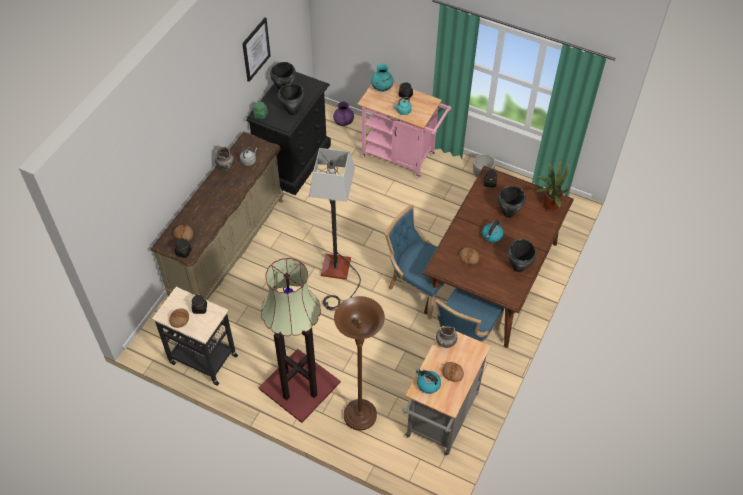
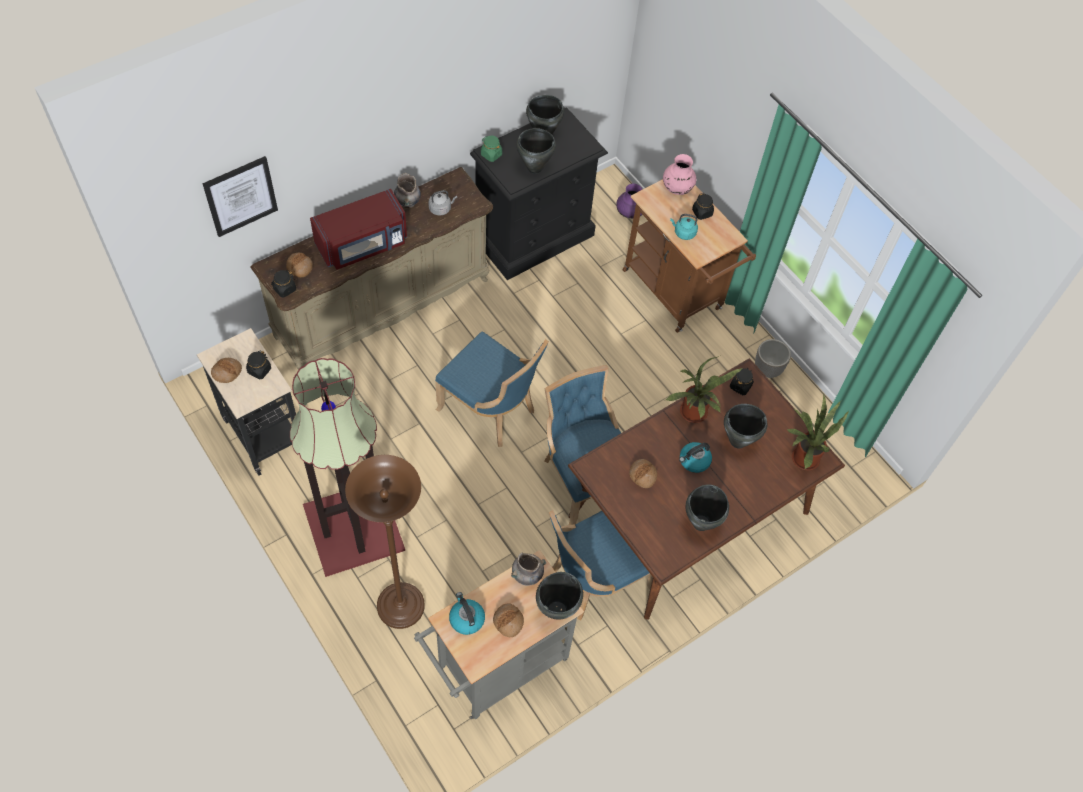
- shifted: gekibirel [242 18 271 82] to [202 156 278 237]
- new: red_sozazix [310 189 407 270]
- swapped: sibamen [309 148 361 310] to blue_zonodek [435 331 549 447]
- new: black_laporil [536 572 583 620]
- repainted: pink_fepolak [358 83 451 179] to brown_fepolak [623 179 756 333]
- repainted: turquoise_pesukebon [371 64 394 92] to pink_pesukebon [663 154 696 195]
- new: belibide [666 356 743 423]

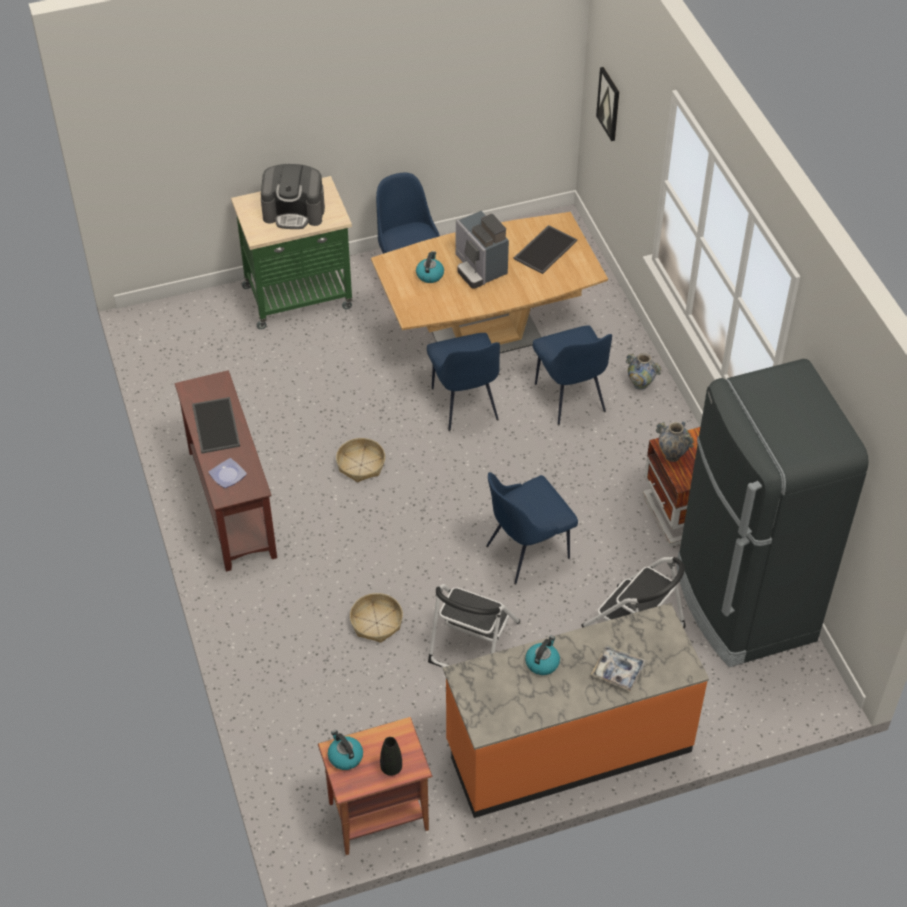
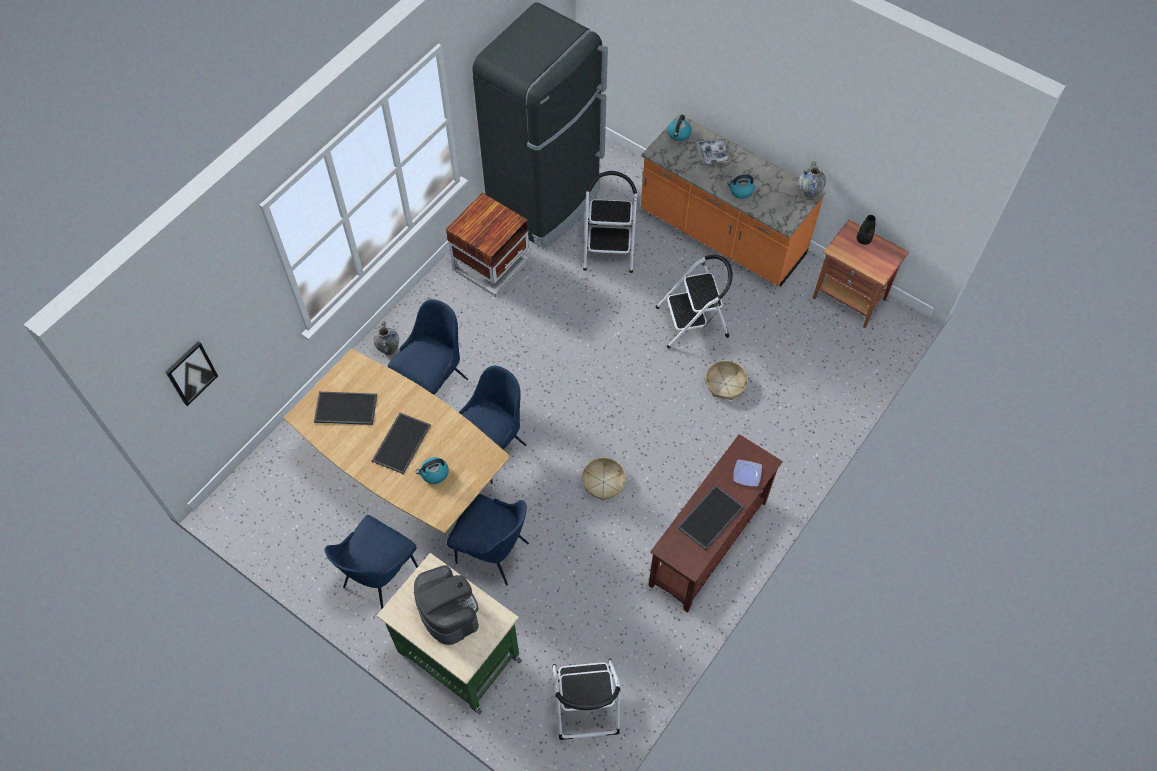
- swapped: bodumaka [456 211 509 289] to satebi [372 413 431 474]
- shifted: blue_zonodek [486 472 578 585] to [447 494 529 585]
- new: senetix [552 659 621 740]
- shifted: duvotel [328 730 363 770] to [667 115 692 141]
- shifted: pesukebon [656 421 694 462] to [799 160 826 199]

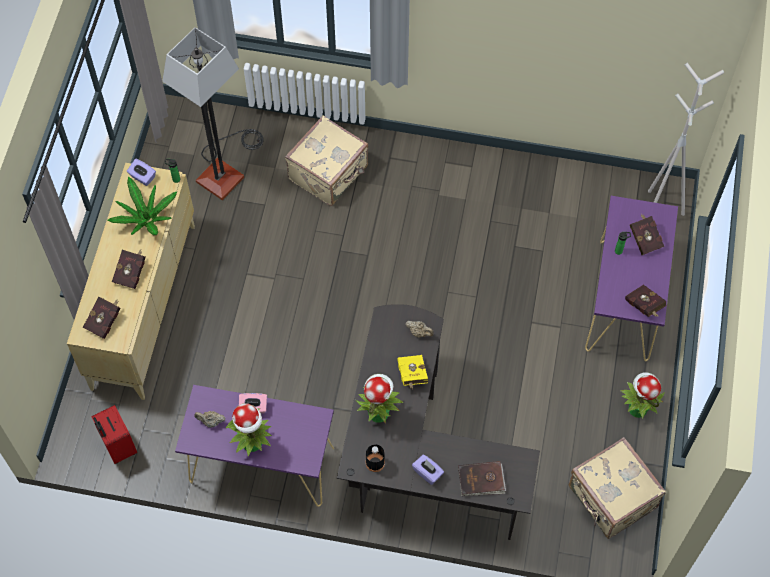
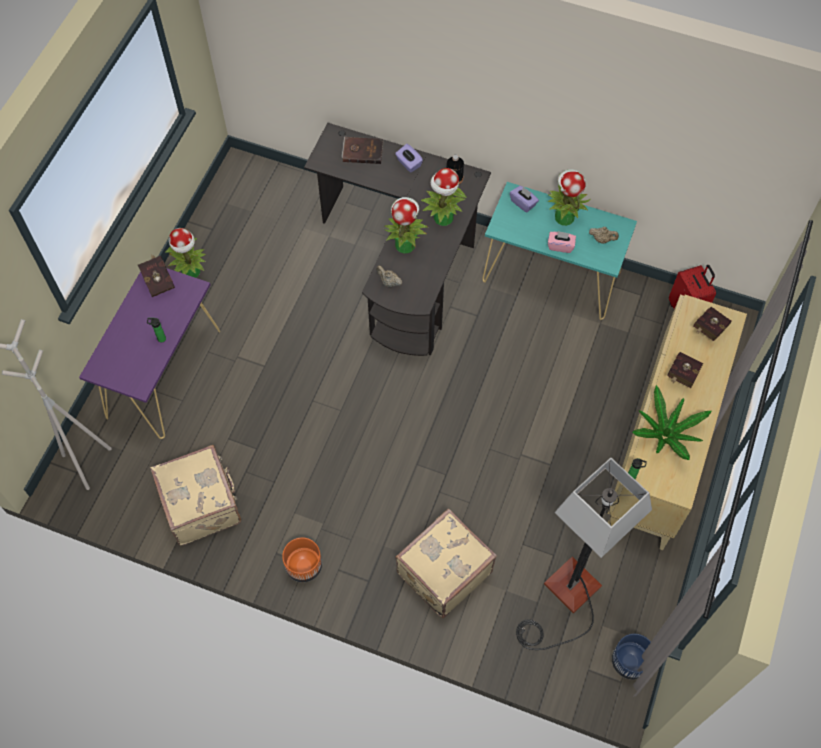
- shifted: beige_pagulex [569 437 666 539] to [150 445 241 545]
- new: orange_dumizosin [282 538 322 582]
- swapped: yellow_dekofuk [398 355 428 389] to belibide [384 197 429 254]
- repainted: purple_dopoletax [175 385 334 507] to turquoise_dopoletax [483 182 637 320]
- shifted: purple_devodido [127 159 156 186] to [510 186 539 213]
- new: blue_dumizosin [612 634 651 680]
- gone: red_dekofuk [630 213 664 255]

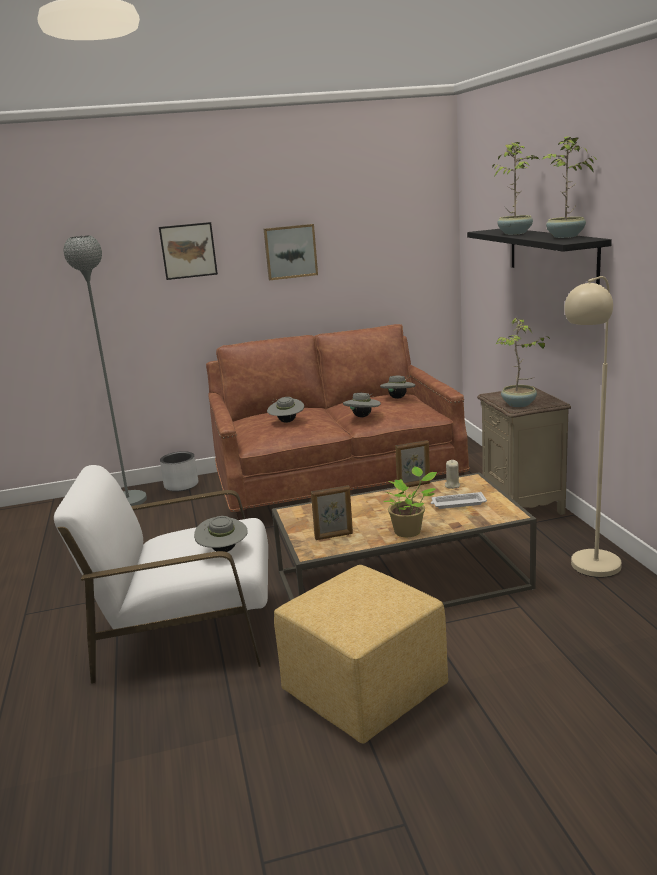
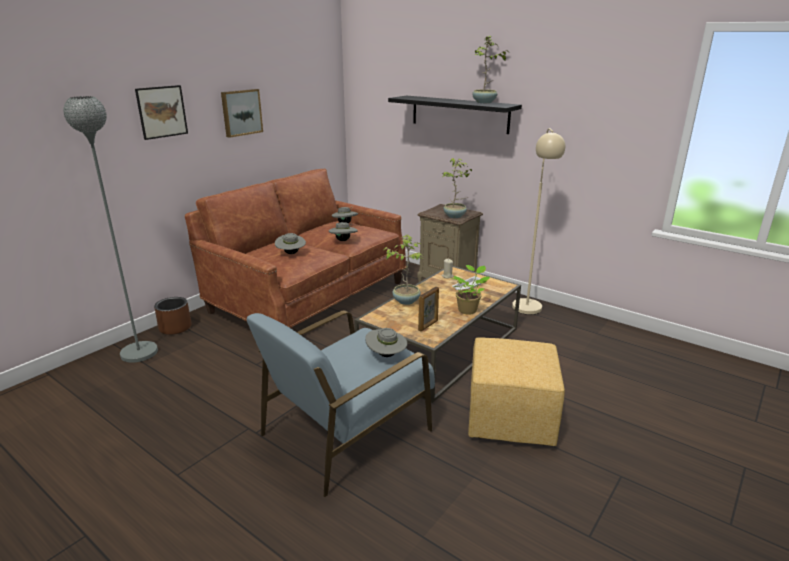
- repainted: grey_dumizosin [160 451 198 492] to brown_dumizosin [154 297 192 335]
- repainted: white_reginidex [54 465 268 684] to blue_reginidex [247 310 435 497]
- shifted: belibide [492 142 539 235] to [383 235 423 305]
- gone: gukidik [395 440 430 487]

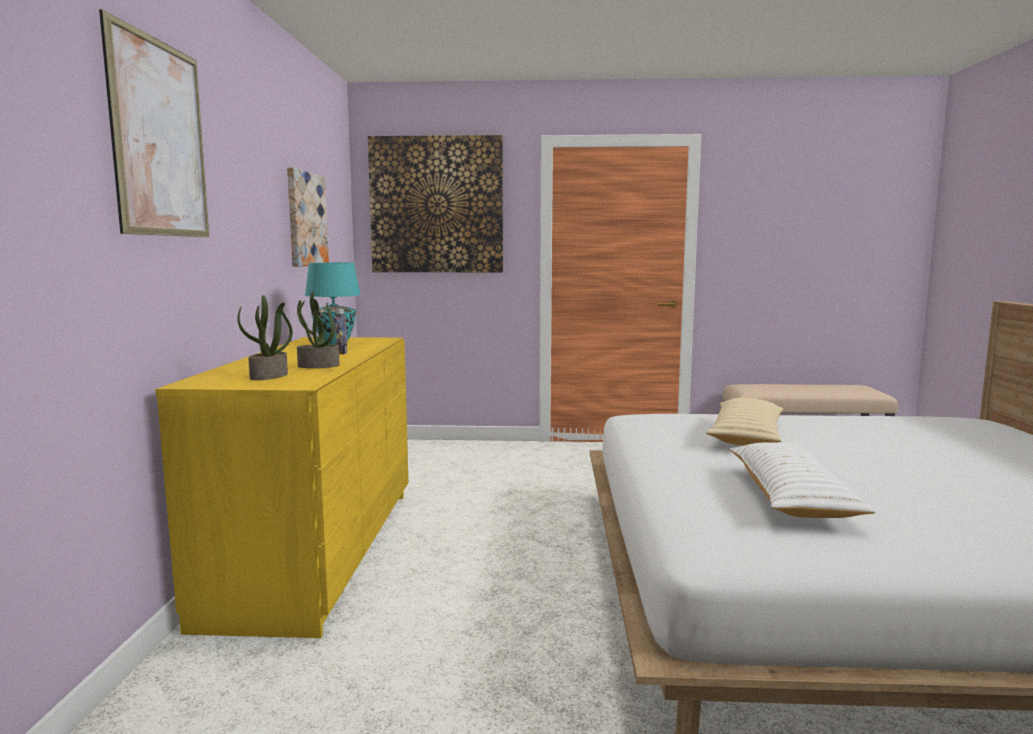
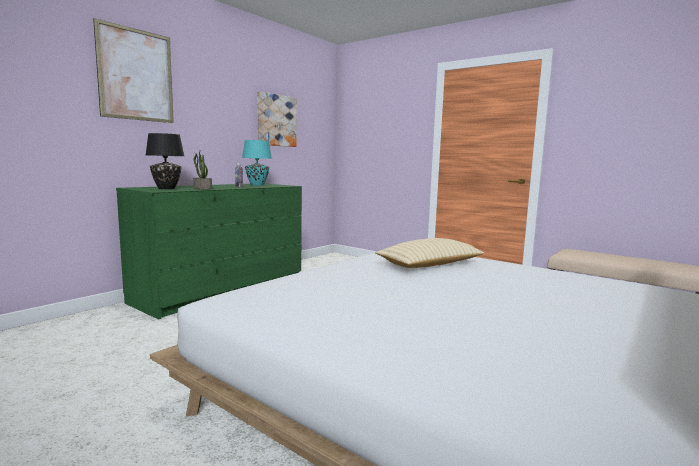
- repainted: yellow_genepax [155 337 408 638] to green_genepax [116 183 302 320]
- swapped: belibide [237 295 293 380] to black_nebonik [146 133 184 189]
- gone: gekibirel [368 135 503 272]
- gone: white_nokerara [730 442 876 518]

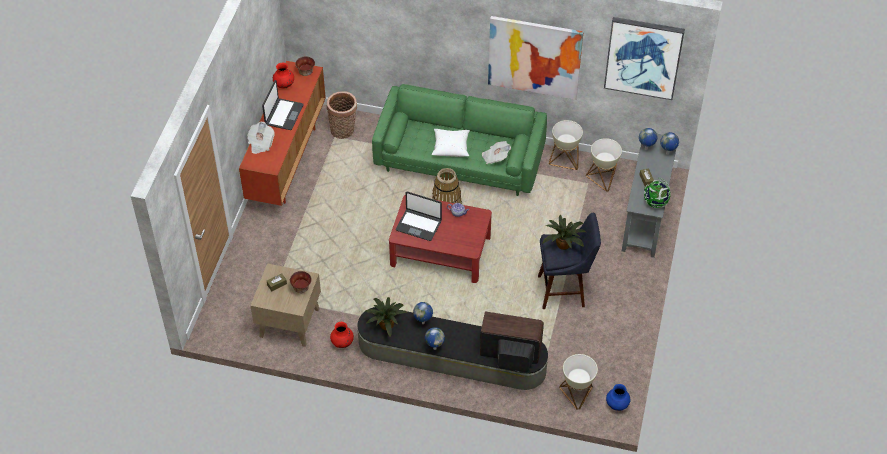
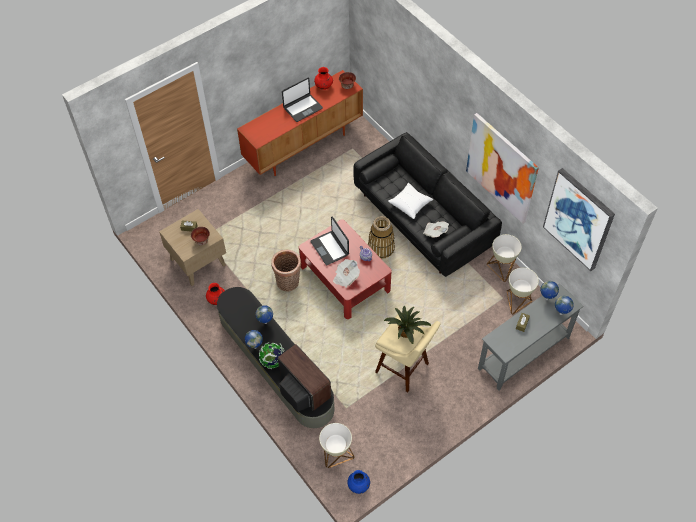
- shifted: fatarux [644 178 671 208] to [259 342 285 369]
- shifted: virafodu [327 91 357 139] to [271 250 301 292]
- shifted: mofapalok [247 122 275 154] to [333 259 360 288]
- repainted: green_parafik [372 84 547 196] to black_parafik [353 132 502 277]
- repainted: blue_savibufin [538 213 601 309] to beige_savibufin [375 315 441 392]
- gone: belibide [364 297 407 337]

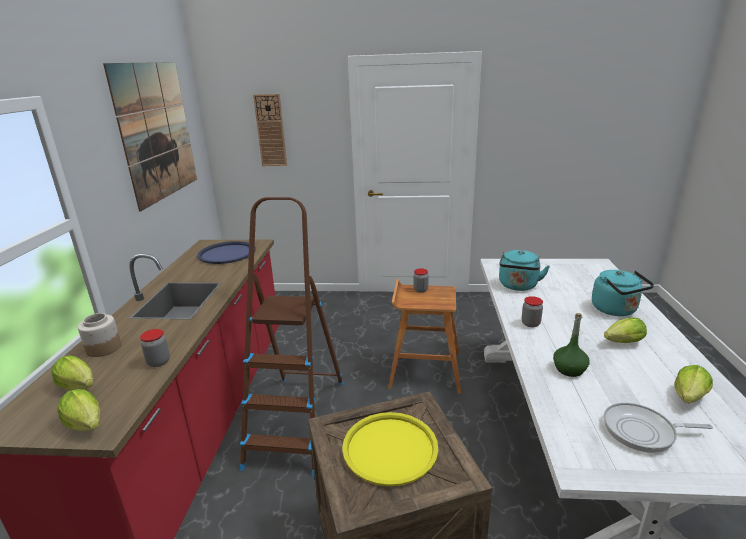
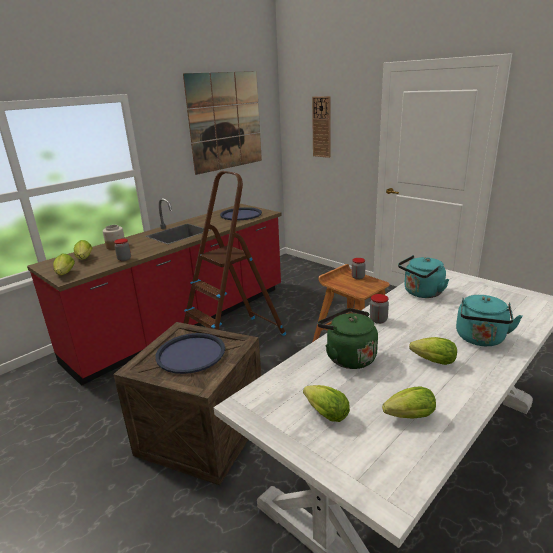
- repainted: yellow_satebi [342 412 438 486] to blue_satebi [155 333 225 374]
- swapped: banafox [604 403 713 453] to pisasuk [303 385 350 422]
- swapped: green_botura [553 313 590 377] to green_duvotel [318 308 378 369]

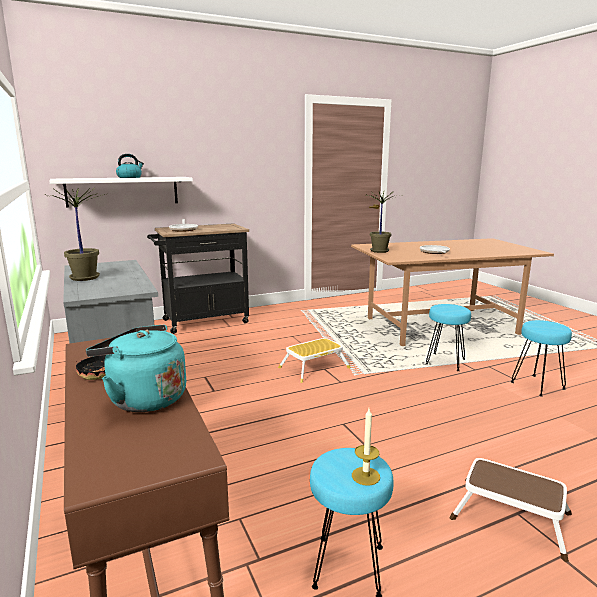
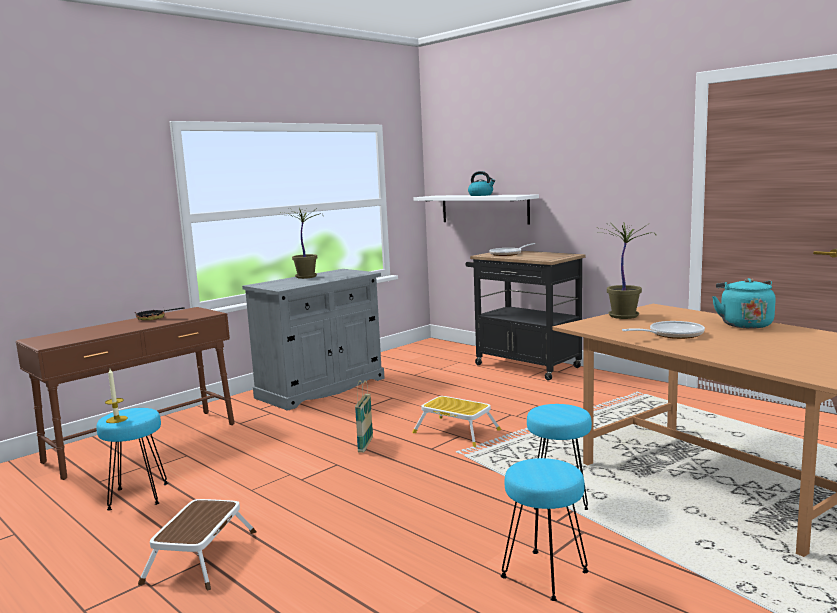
- new: virafodu [355 380 373 453]
- shifted: turquoise_duvotel [86 324 186 412] to [712 278 776 329]

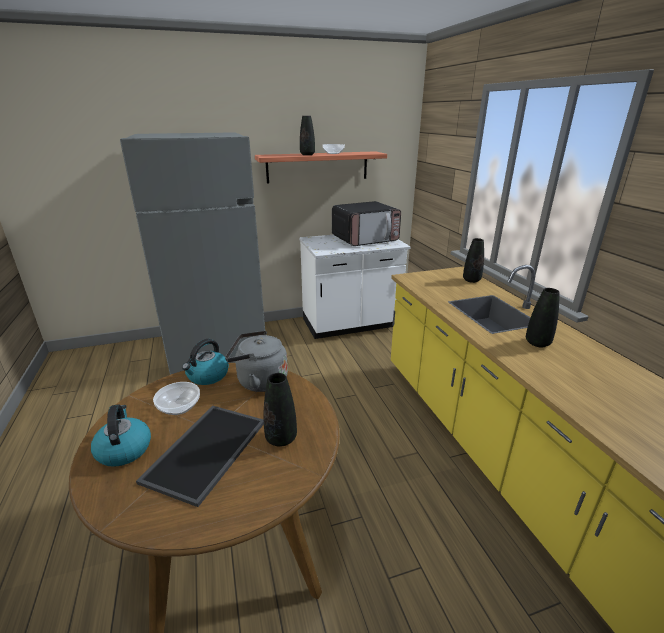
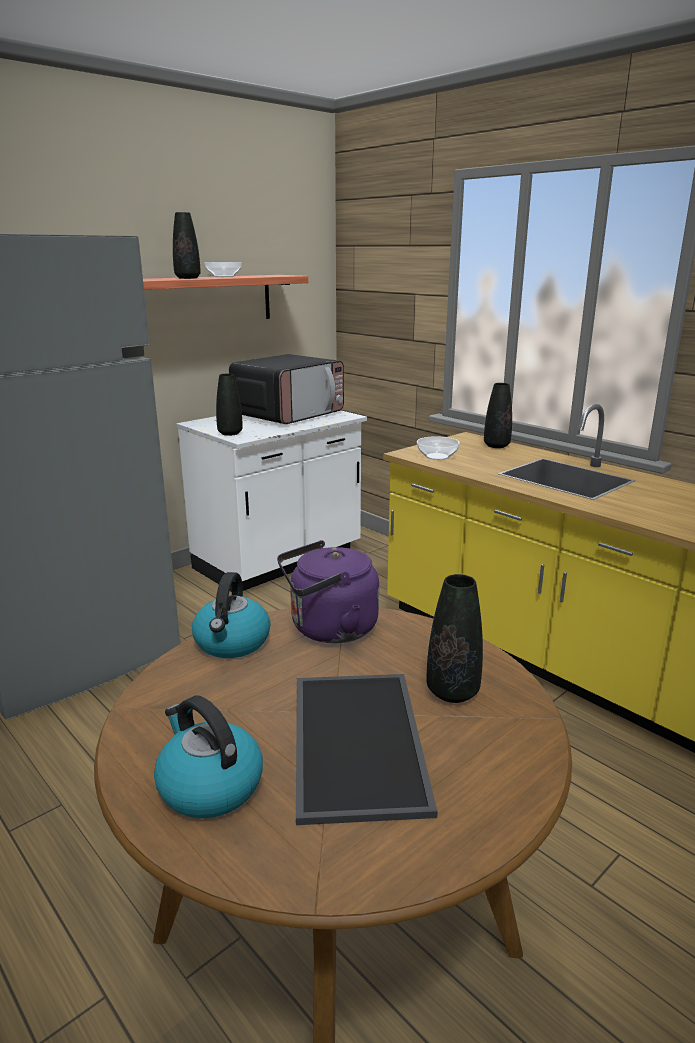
- shifted: black_pesukebon [526 288 560 347] to [216 374 243 436]
- repainted: grey_duvotel [225 331 288 392] to purple_duvotel [277 540 379 643]
- shifted: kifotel [153 382 200 415] to [417 436 460 460]

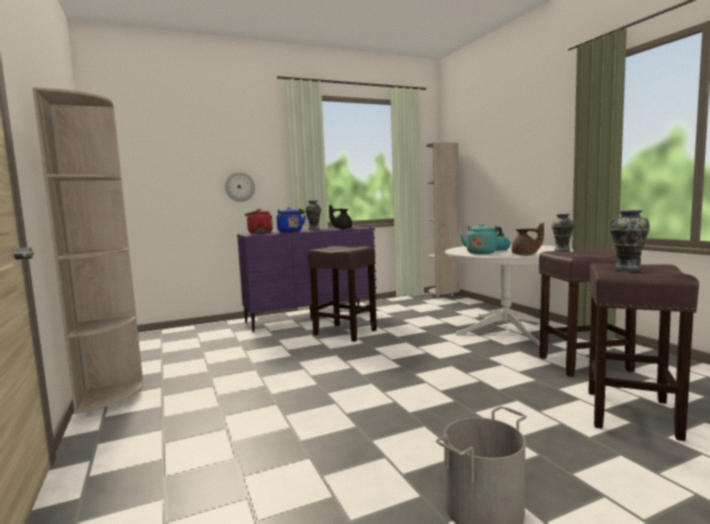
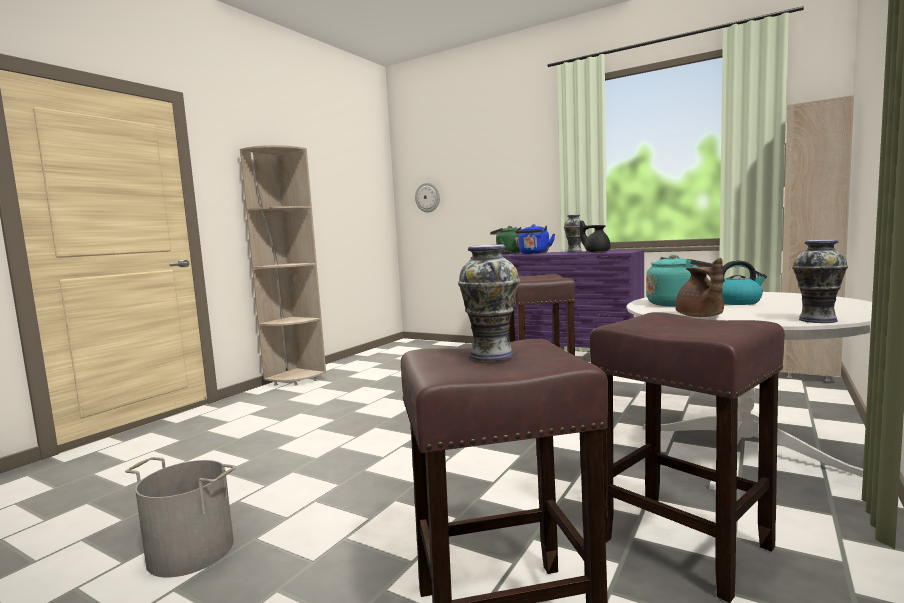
- shifted: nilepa [225 172 255 202] to [415 182 440 212]
- repainted: red_duvotel [245 208 273 234] to green_duvotel [490 226 521 254]

